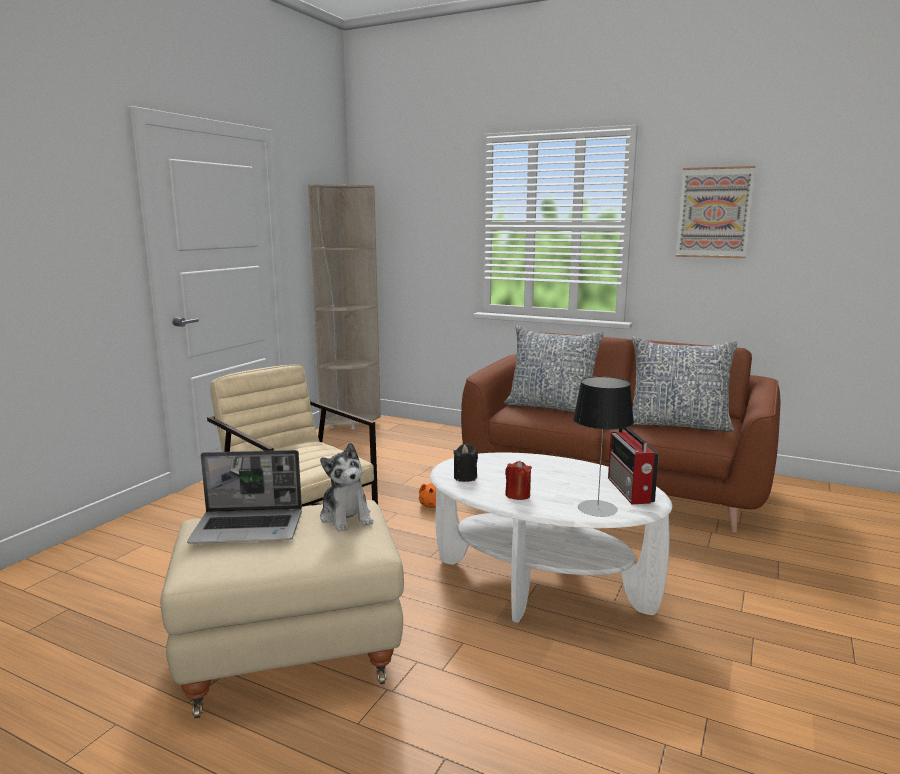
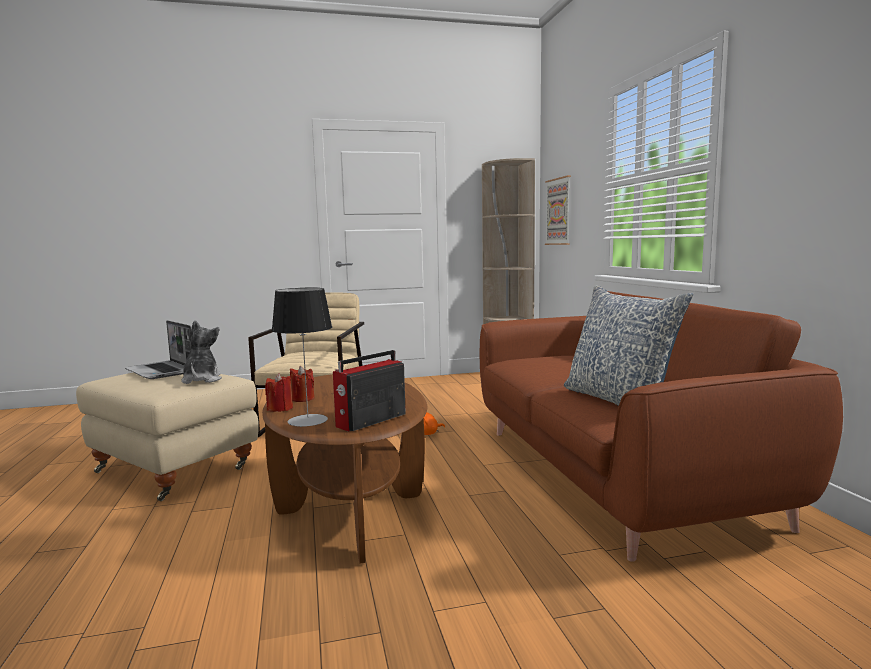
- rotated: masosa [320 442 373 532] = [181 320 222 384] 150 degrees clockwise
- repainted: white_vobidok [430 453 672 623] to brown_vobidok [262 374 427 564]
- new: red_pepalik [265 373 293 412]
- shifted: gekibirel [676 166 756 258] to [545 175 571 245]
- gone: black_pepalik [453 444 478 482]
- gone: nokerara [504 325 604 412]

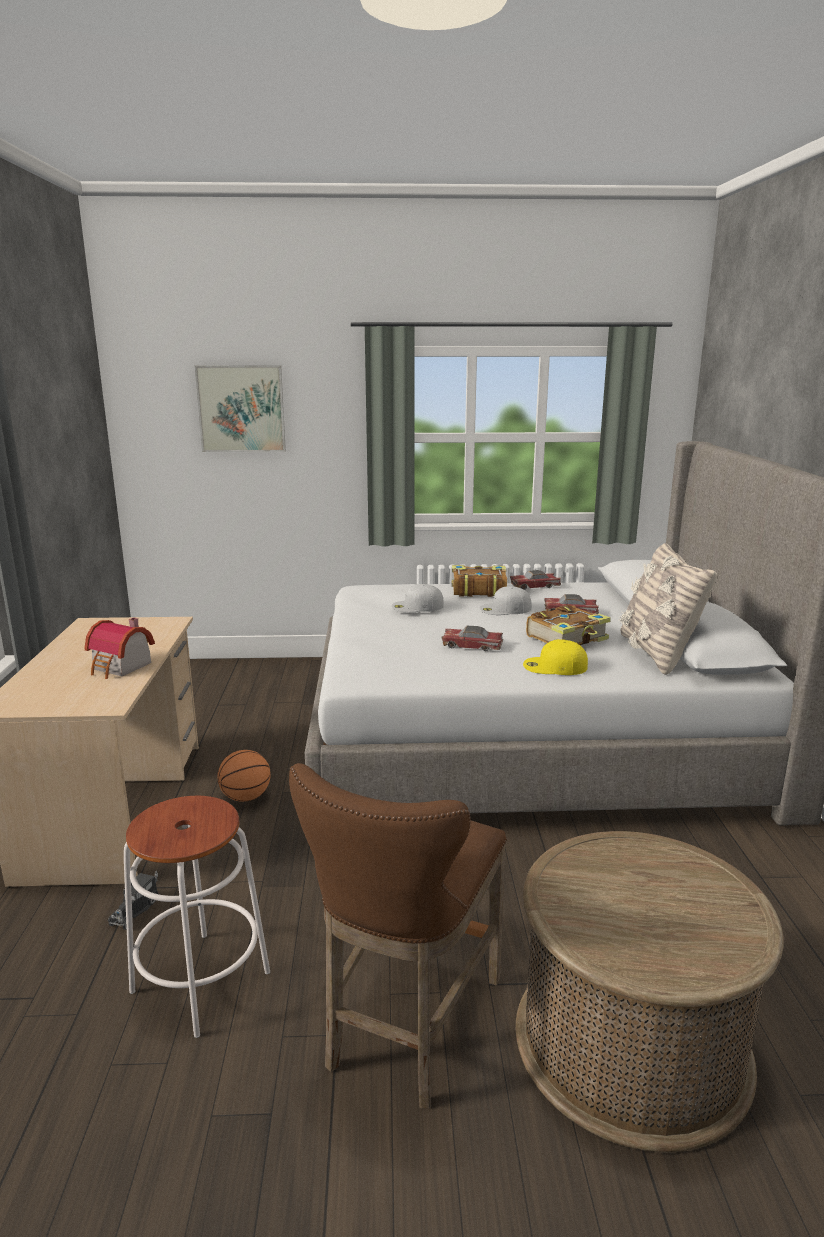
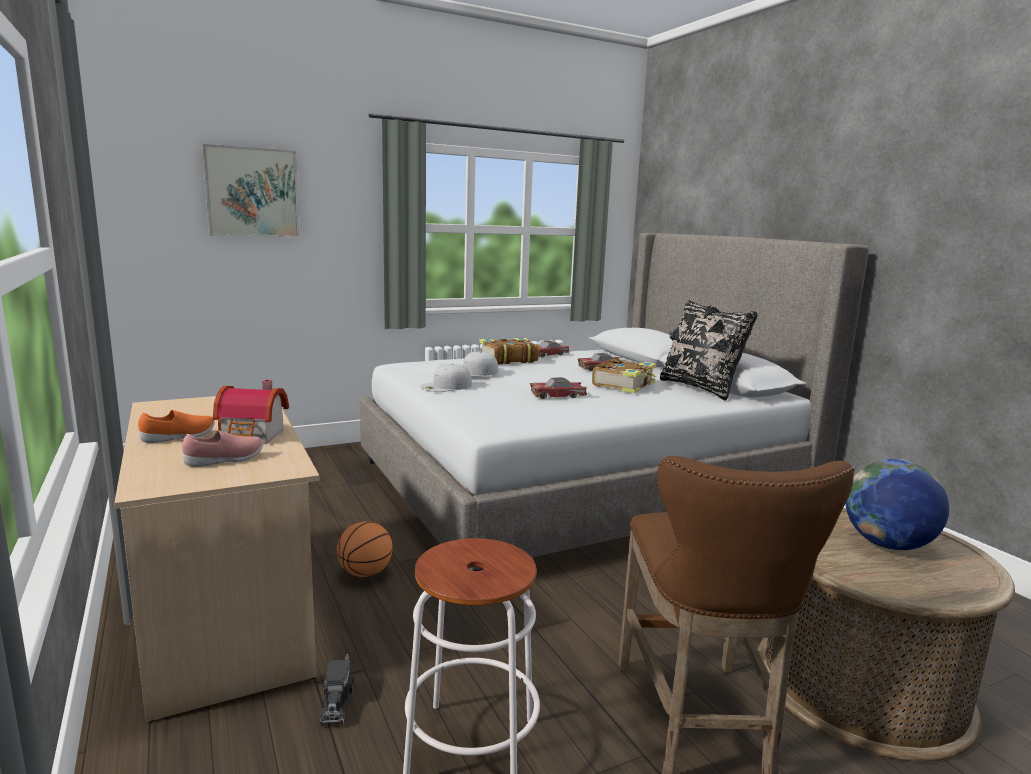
- new: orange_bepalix [138 410 215 443]
- new: pink_bepalix [182 430 263 467]
- shifted: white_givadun [479 586 532 615] to [421 364 472 392]
- repainted: beige_nokerara [618 543 718 675] to black_nokerara [660 300 758 400]
- new: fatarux [846 459 949 550]
- gone: yellow_givadun [523 639 588 675]

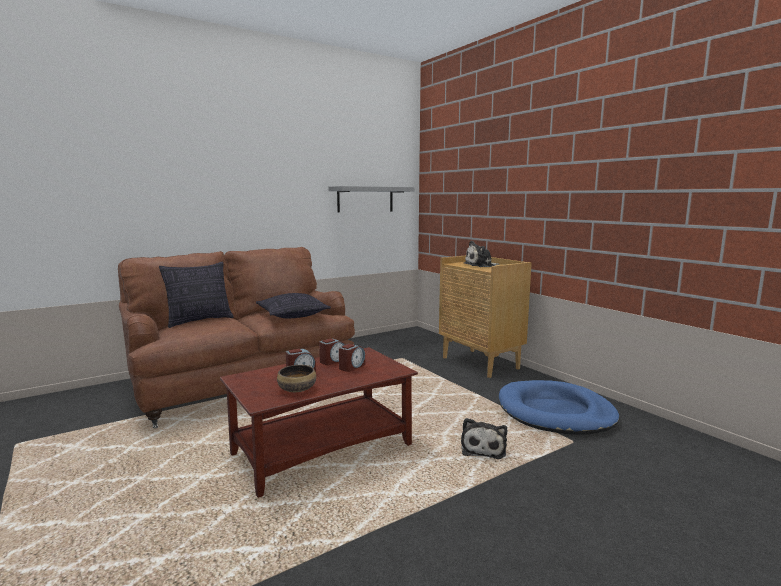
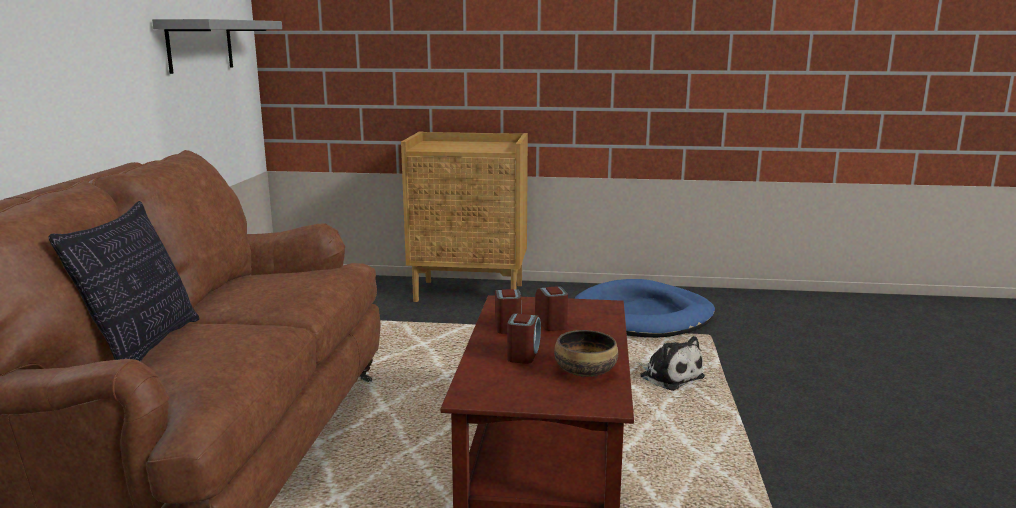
- gone: nokerara [256 293 331 318]
- gone: masosa [464 241 499 267]

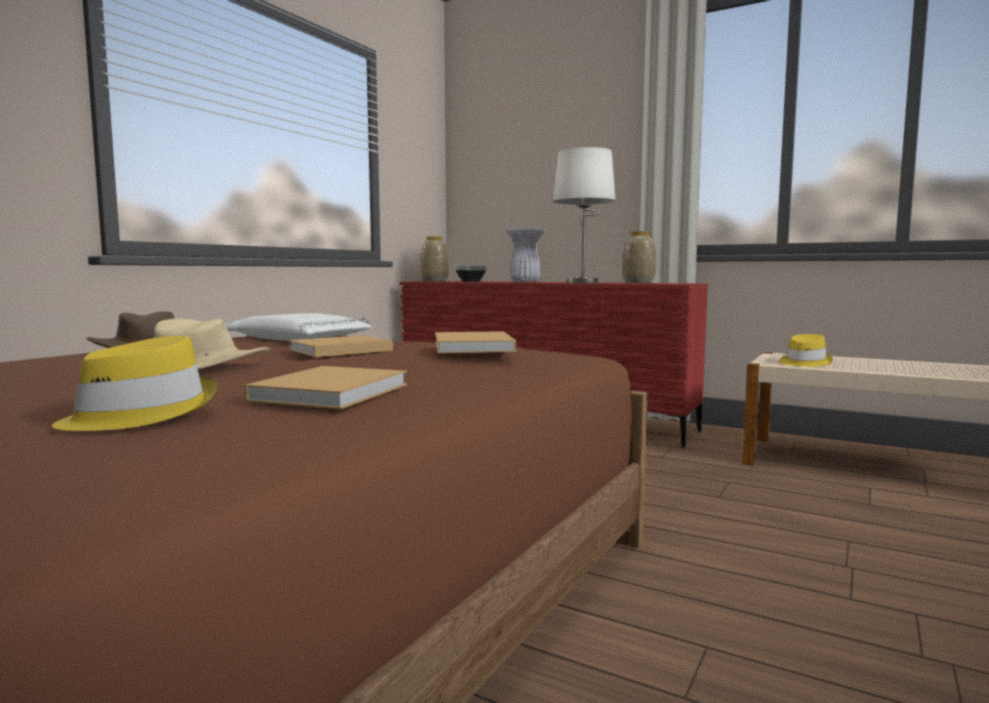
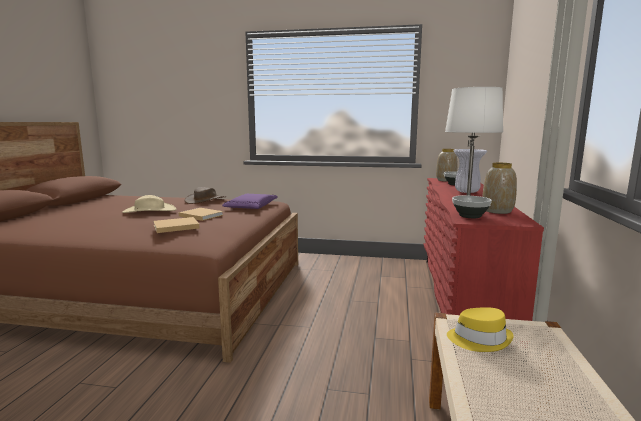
- repainted: white_nokerara [225 313 371 341] to purple_nokerara [222 194 278 209]
- new: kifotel [452 196 492 218]
- gone: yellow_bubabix [52 336 218 431]
- gone: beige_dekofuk [244 366 407 409]

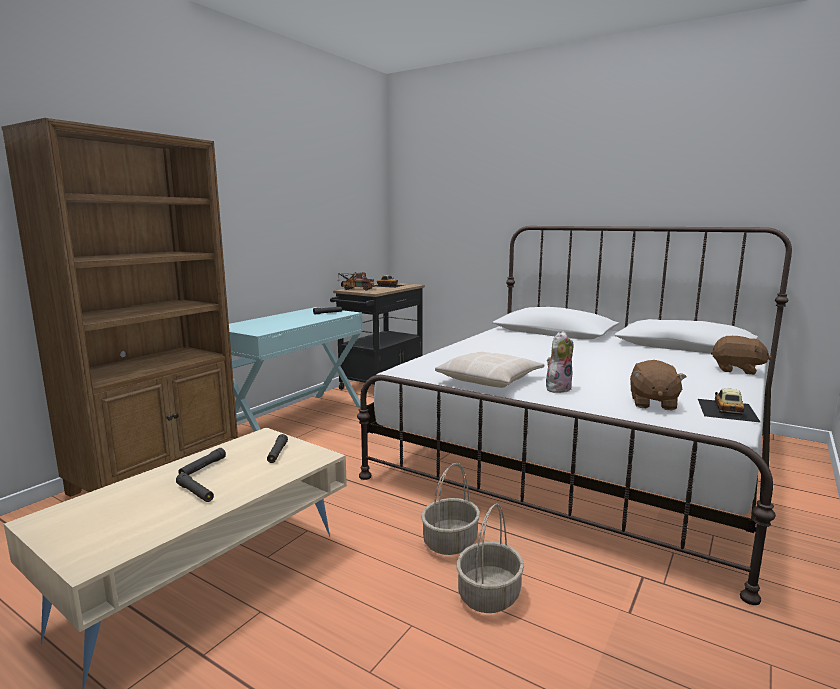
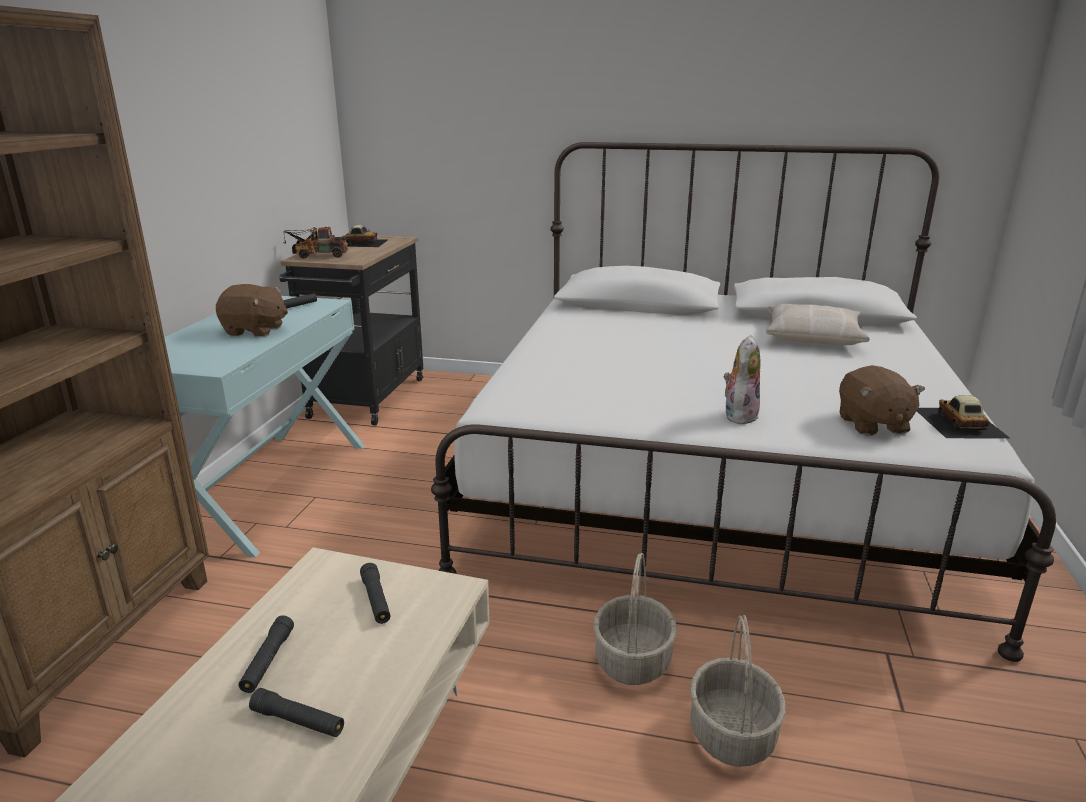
- shifted: brown_masosa [711 336 772 375] to [216 284 288 337]
- shifted: beige_nokerara [435 352 544 388] to [766 304 870 345]

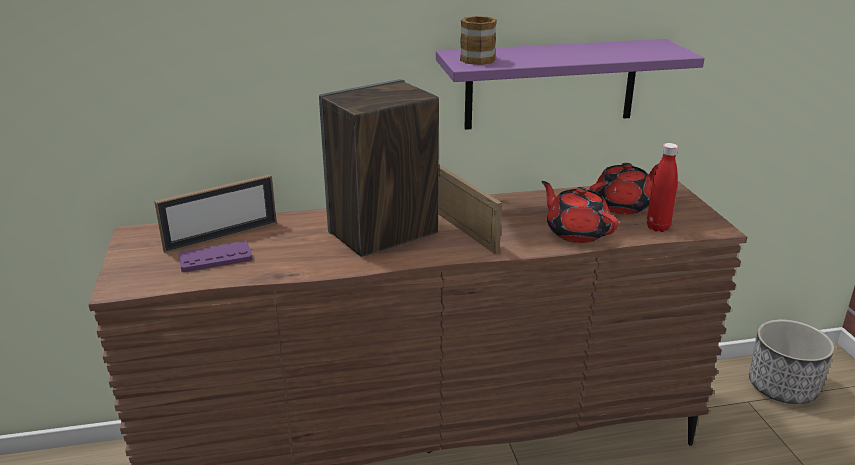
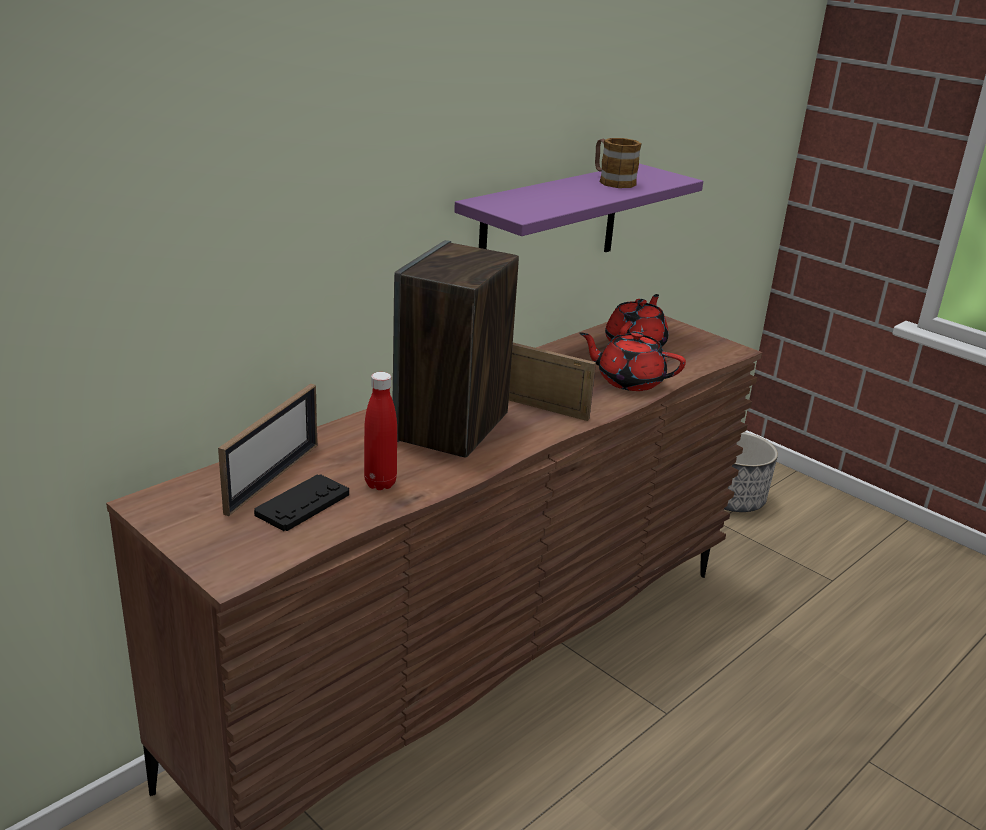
- repainted: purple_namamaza [178 241 253 272] to black_namamaza [254 474 349 531]
- shifted: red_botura [647 143 678 232] to [364 372 397 490]
- shifted: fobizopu [460 16 497 65] to [595 138 642 188]

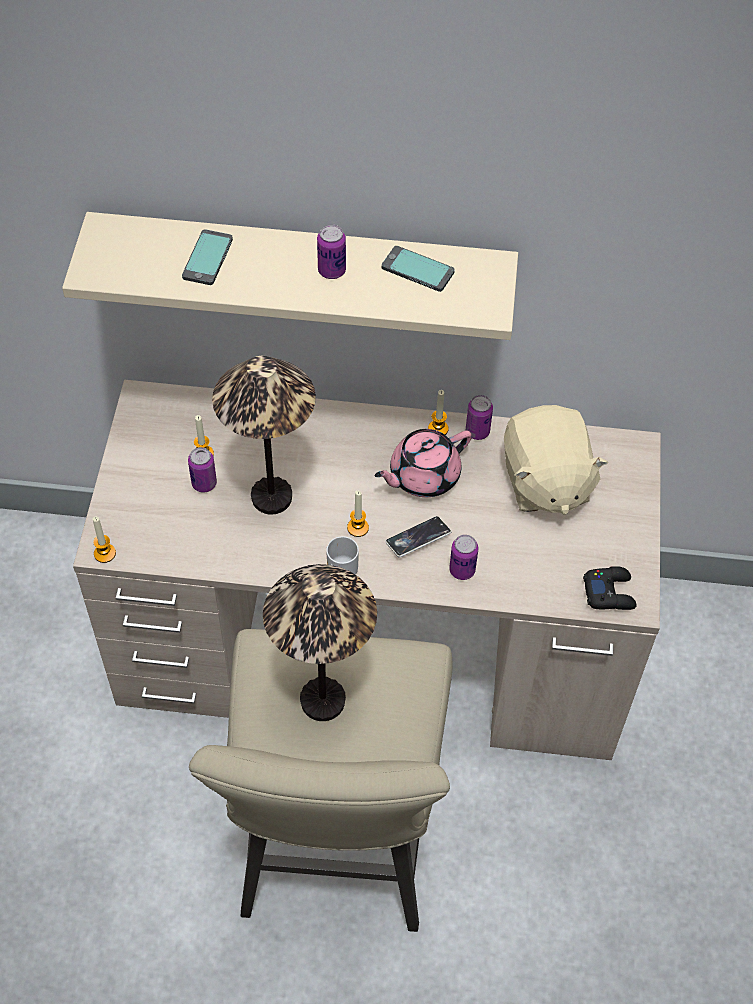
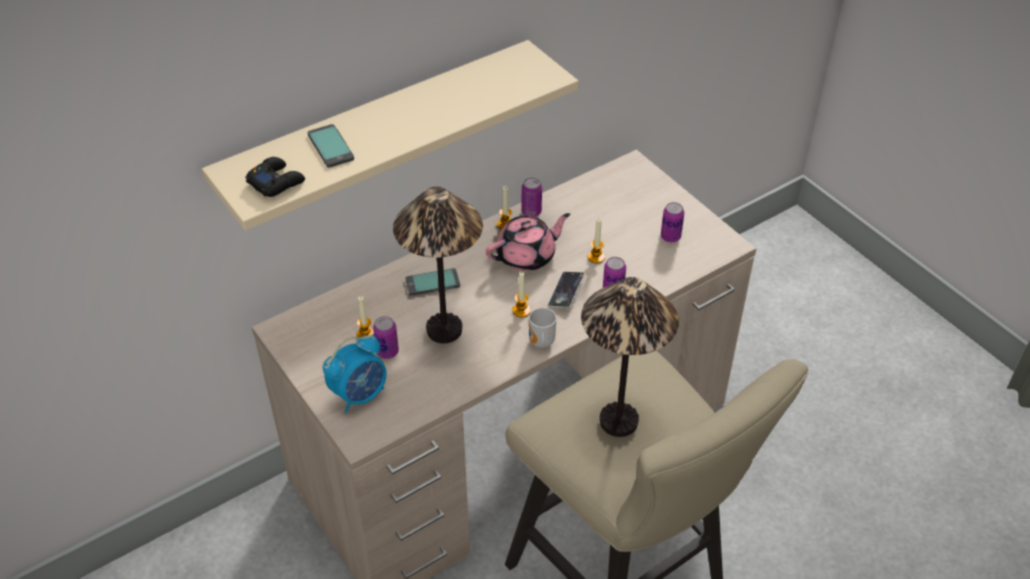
- shifted: black_namamaza [583 566 637 610] to [245 157 305 197]
- new: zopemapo [323 334 387 413]
- shifted: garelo [382 246 455 292] to [405 268 460 296]
- rotated: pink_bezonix [375 429 472 497] = [486 213 570 271] 135 degrees counterclockwise
- shifted: pepalik [93 517 116 563] to [588 219 605 263]
- shifted: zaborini [317 225 346 279] to [661 202 684 242]
- gone: beige_masosa [504 405 608 515]

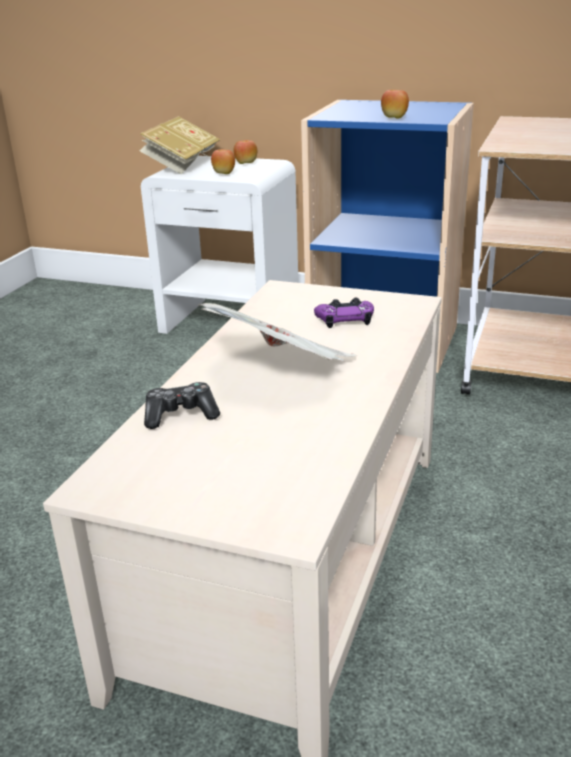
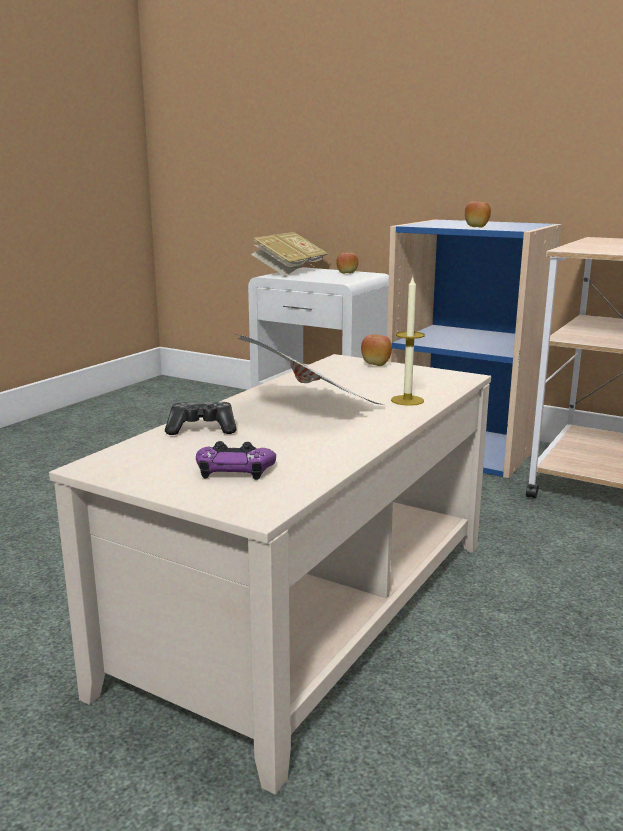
- shifted: purple_namamaza [314 298 374 328] to [196 441 276 480]
- shifted: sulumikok [211 149 235 174] to [361 335 392 366]
- new: pepalik [391 276 425 406]

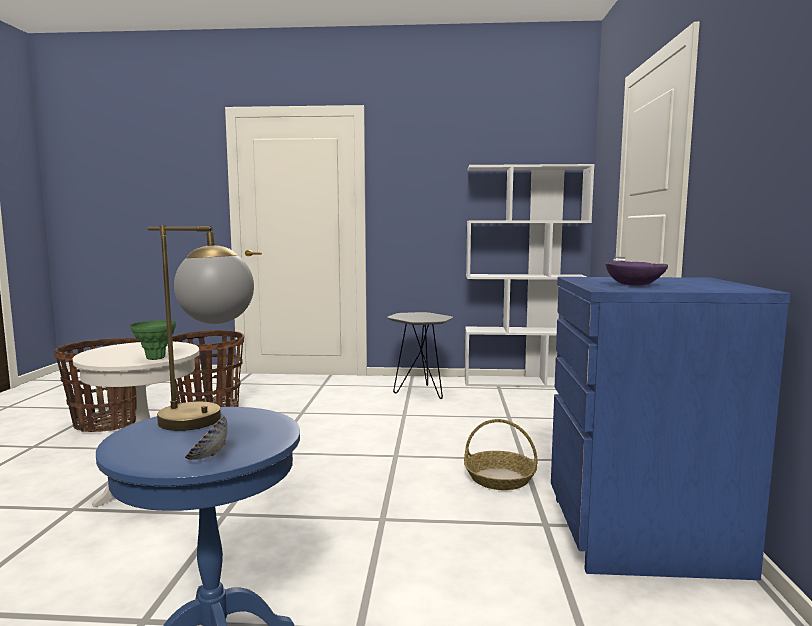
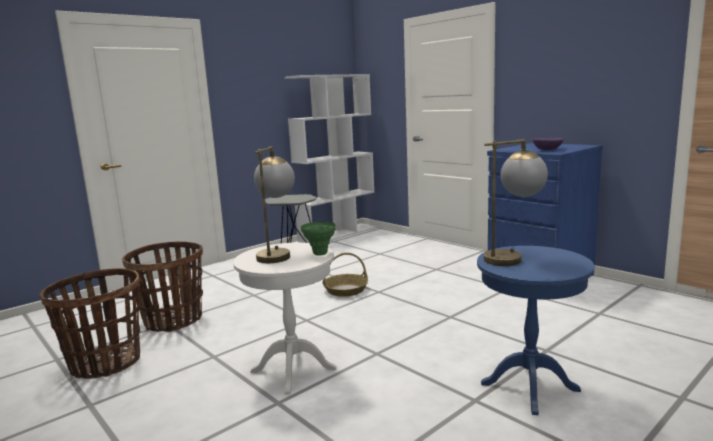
- new: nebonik [254 146 295 263]
- shifted: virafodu [464 419 538 490] to [323 253 368 297]
- gone: kifotel [185 416 228 460]

